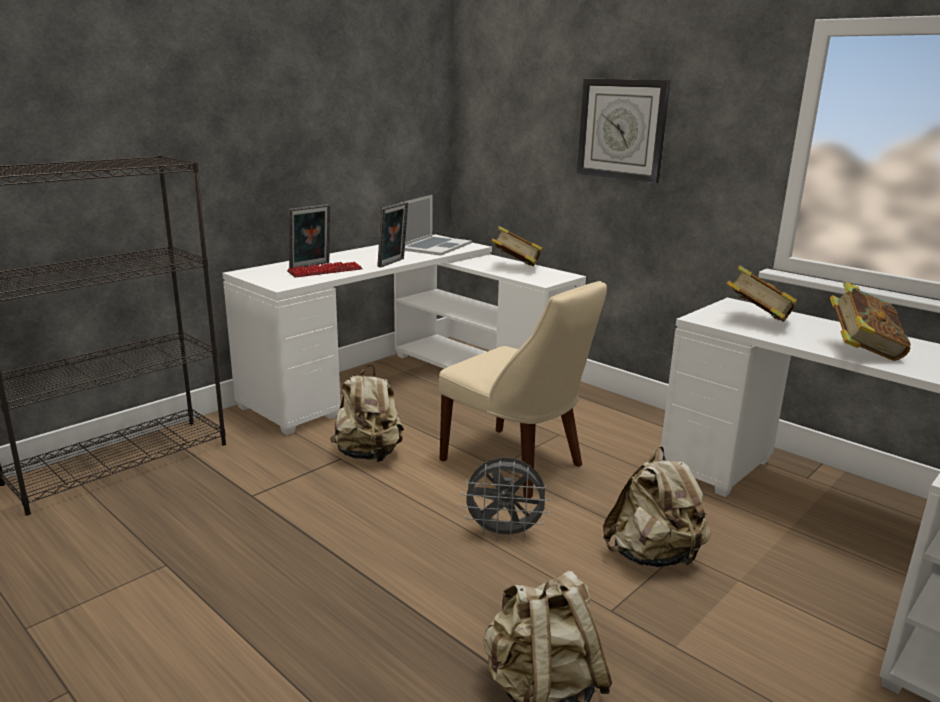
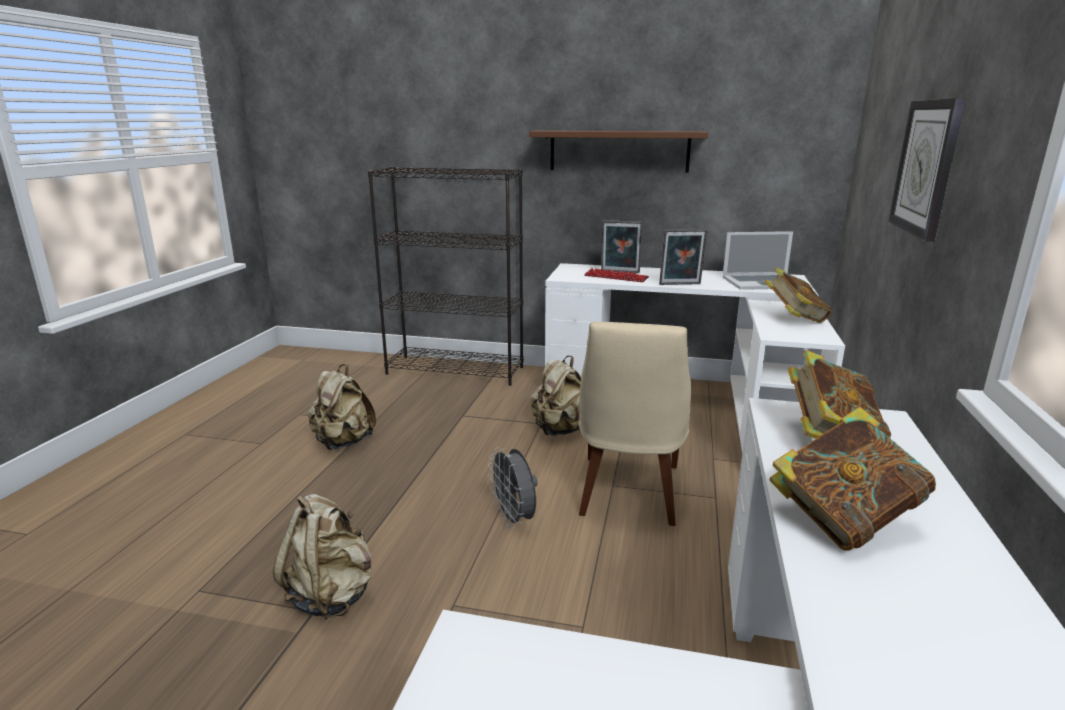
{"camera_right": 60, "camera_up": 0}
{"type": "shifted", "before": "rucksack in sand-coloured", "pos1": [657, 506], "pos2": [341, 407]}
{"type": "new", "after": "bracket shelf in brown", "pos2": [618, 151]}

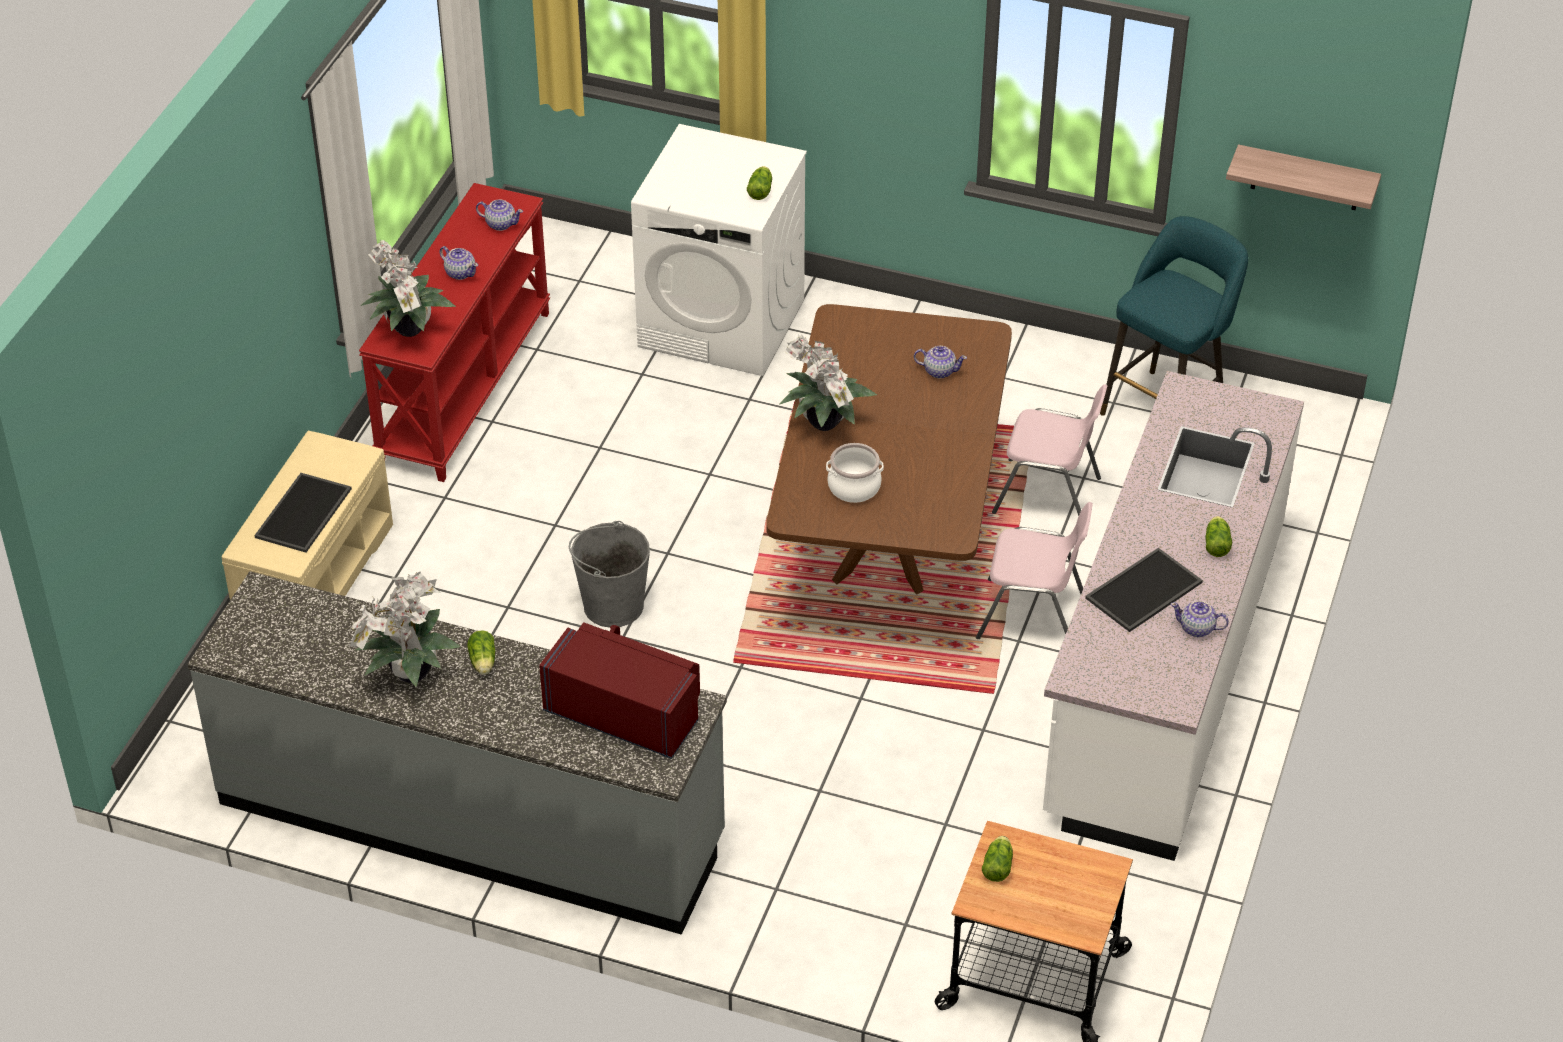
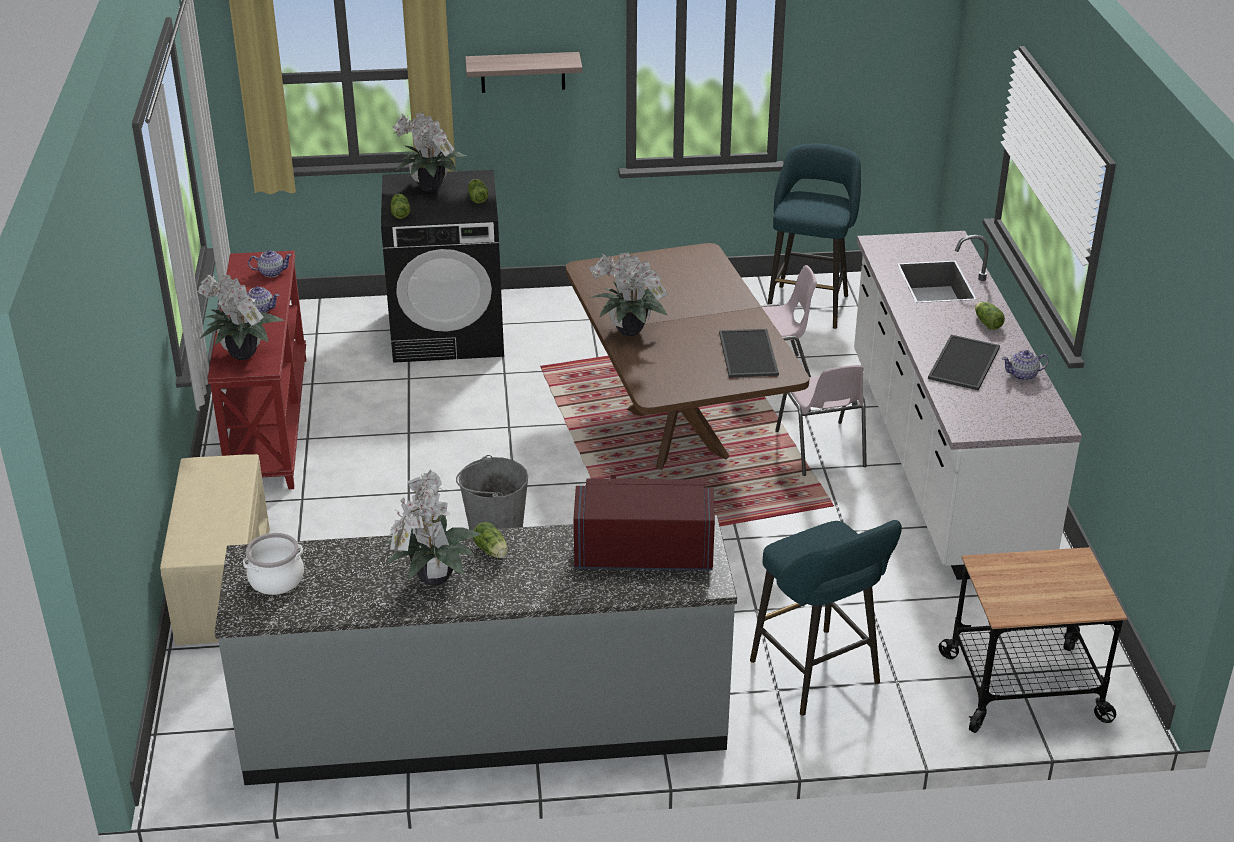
{"camera_right": -25, "camera_up": -10}
{"type": "shifted", "before": "carrying tray", "pos1": [303, 512], "pos2": [749, 353]}
{"type": "repainted", "before": "laundry appliance in whitish", "after": "laundry appliance in black", "pos1": [719, 250], "pos2": [442, 266]}
{"type": "shifted", "before": "cooking pot", "pos1": [855, 473], "pos2": [273, 564]}
{"type": "gone", "before": "teapot", "pos1": [940, 362]}
{"type": "rotated", "before": "plain chair in pink-coloured", "pos1": [1034, 570], "pos2": [821, 420], "turn": 90}
{"type": "shifted", "before": "lettuce", "pos1": [997, 859], "pos2": [400, 206]}
{"type": "shifted", "before": "bracket shelf", "pos1": [1303, 177], "pos2": [524, 72]}
{"type": "new", "after": "plant in a pot", "pos2": [429, 152]}
{"type": "new", "after": "stool in turquoise", "pos2": [826, 618]}

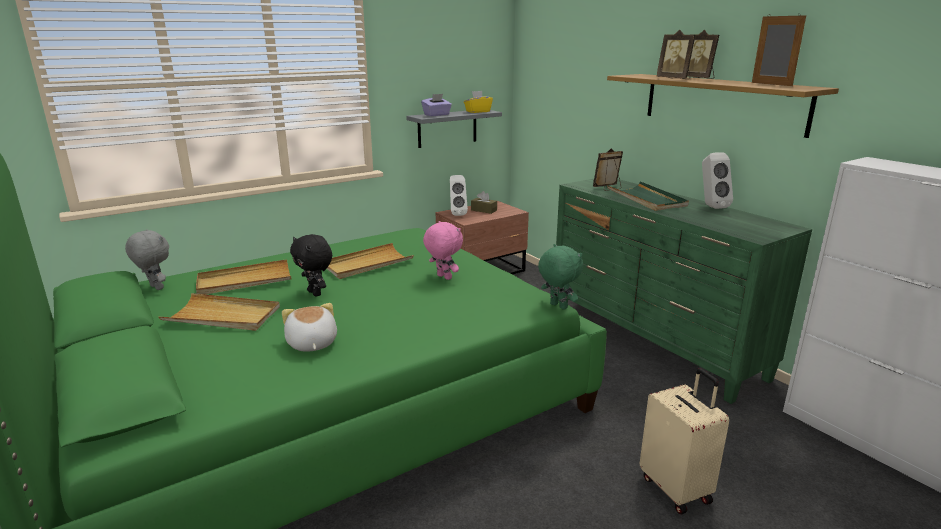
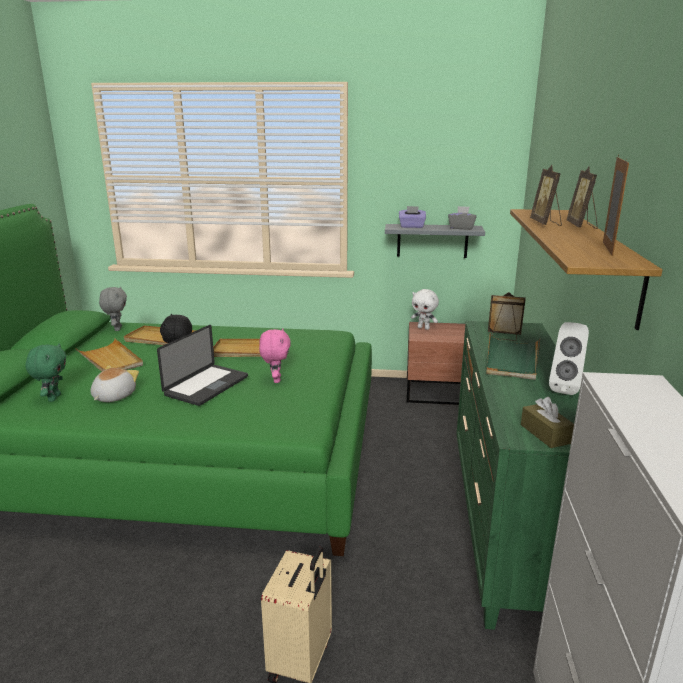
{"camera_right": 40, "camera_up": 0}
{"type": "swapped", "before": "speaker in whitish", "after": "plush toy in whitish", "pos1": [459, 195], "pos2": [425, 309]}
{"type": "repainted", "before": "tissue holder in yellow", "after": "tissue holder in gray", "pos1": [478, 102], "pos2": [462, 218]}
{"type": "shifted", "before": "tissue holder in brown", "pos1": [484, 202], "pos2": [547, 422]}
{"type": "shifted", "before": "plush toy in greenish", "pos1": [560, 277], "pos2": [46, 372]}
{"type": "new", "after": "laptop", "pos2": [202, 365]}

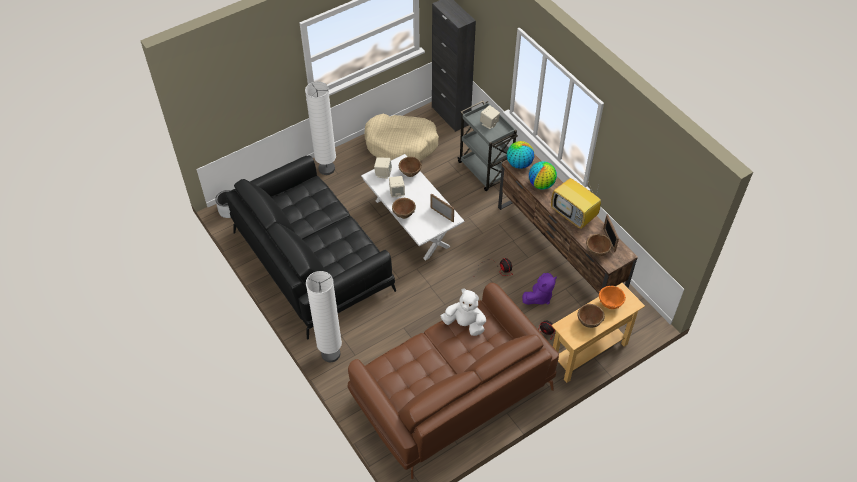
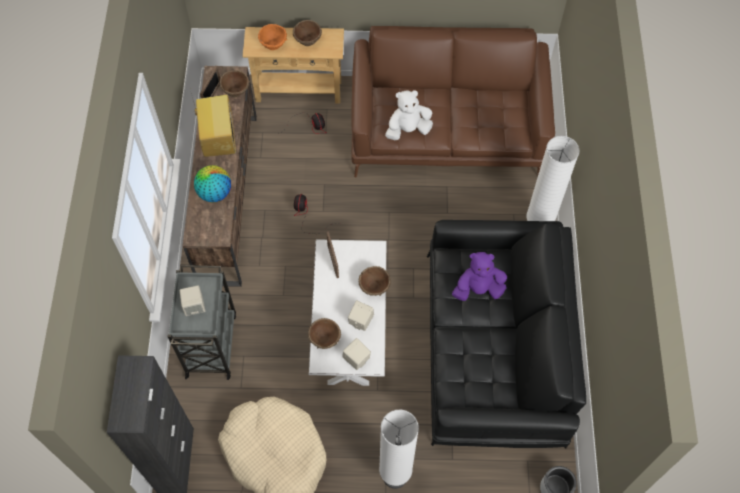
{"camera_right": -145, "camera_up": 10}
{"type": "rotated", "before": "plush toy in whitish", "pos1": [463, 312], "pos2": [409, 115], "turn": 105}
{"type": "gone", "before": "globe", "pos1": [520, 155]}
{"type": "shifted", "before": "plush toy in purplish", "pos1": [539, 289], "pos2": [479, 276]}

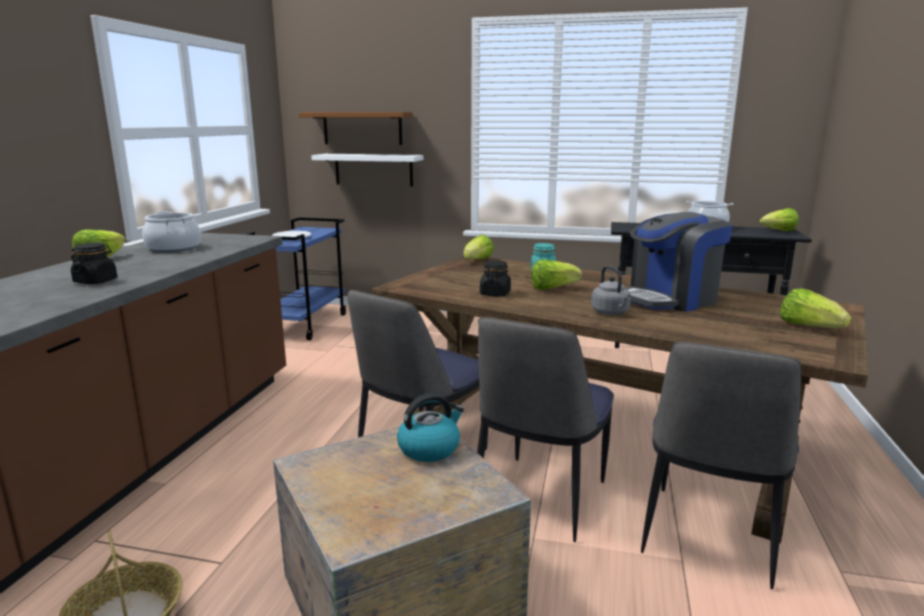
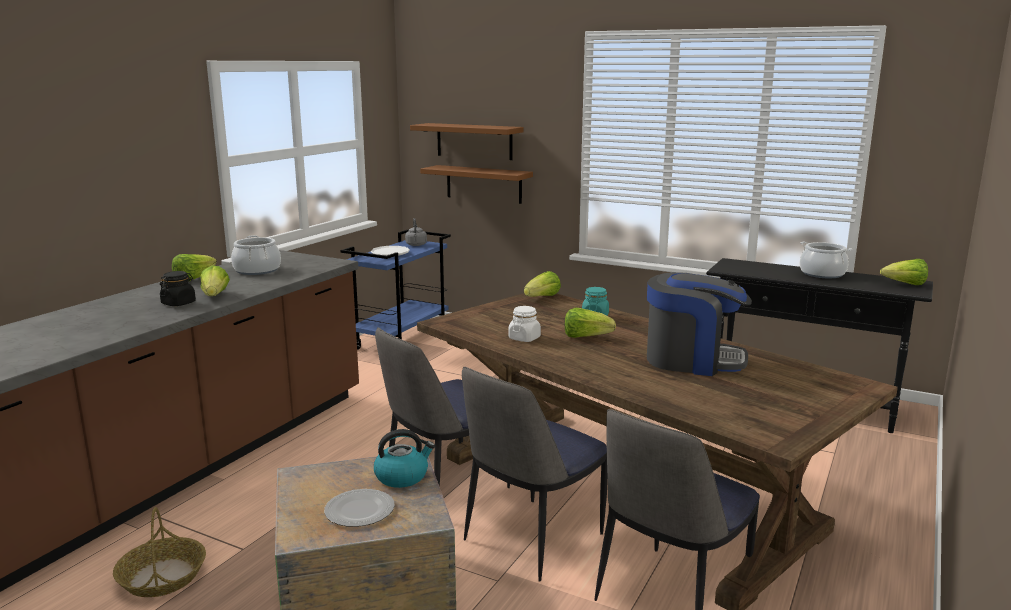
{"camera_right": 15, "camera_up": 0}
{"type": "repainted", "before": "bracket shelf in whitish", "after": "bracket shelf in brown", "pos1": [367, 170], "pos2": [476, 184]}
{"type": "repainted", "before": "jar in black", "after": "jar in whitish", "pos1": [495, 278], "pos2": [524, 324]}
{"type": "shifted", "before": "water kettle in gray", "pos1": [611, 290], "pos2": [416, 232]}
{"type": "rotated", "before": "coffee brewer", "pos1": [679, 262], "pos2": [699, 324], "turn": -150}
{"type": "shifted", "before": "lettuce", "pos1": [815, 308], "pos2": [215, 280]}
{"type": "new", "after": "dinner plate", "pos2": [359, 508]}

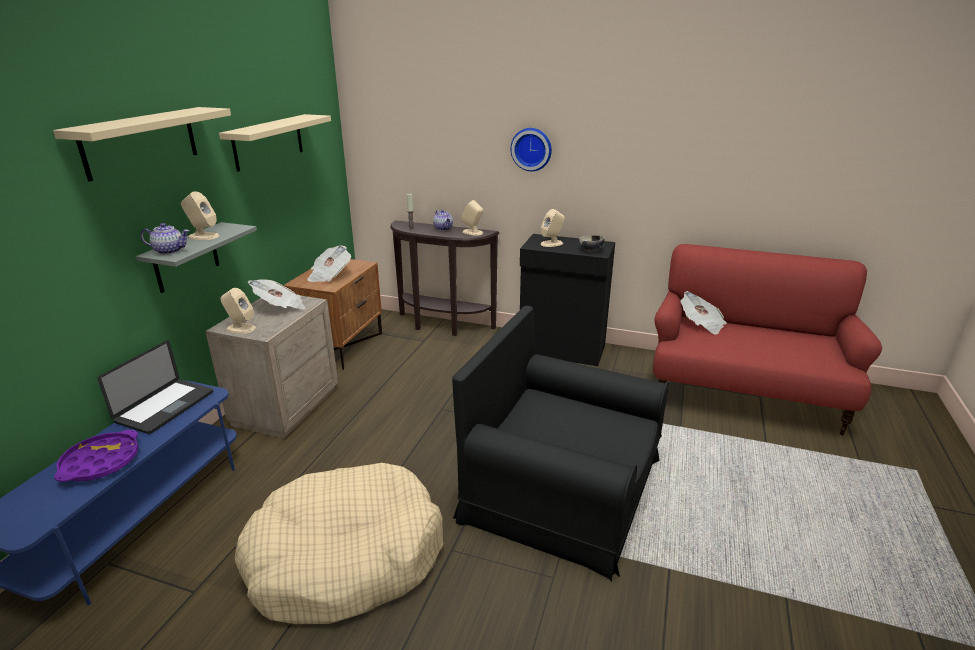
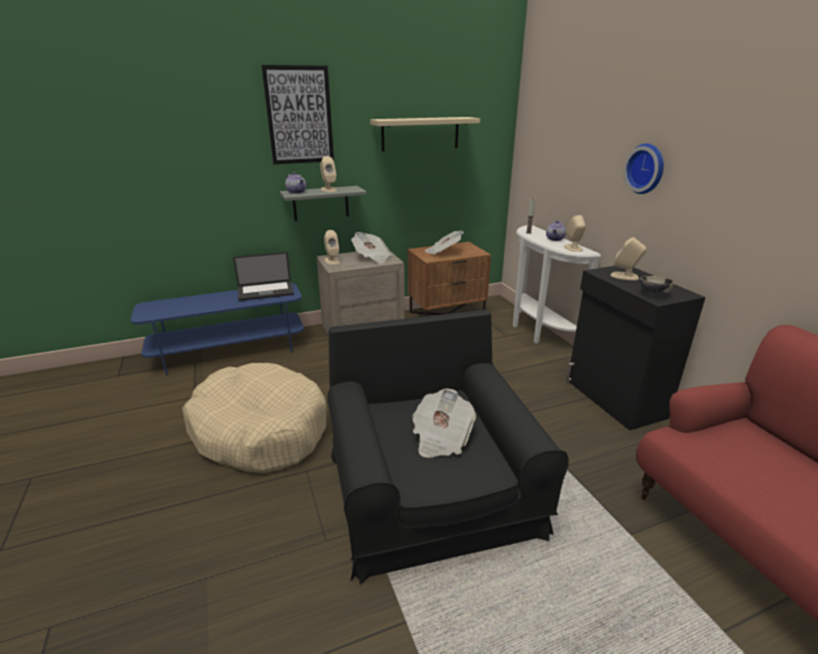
{"camera_right": 50, "camera_up": 0}
{"type": "swapped", "before": "bracket shelf in sand-coloured", "after": "picture", "pos1": [142, 144], "pos2": [297, 114]}
{"type": "gone", "before": "carrying tray in purplish", "pos1": [96, 456]}
{"type": "repainted", "before": "hall table in brown", "after": "hall table in whitish", "pos1": [445, 278], "pos2": [557, 284]}
{"type": "shifted", "before": "printed paper", "pos1": [703, 313], "pos2": [444, 423]}

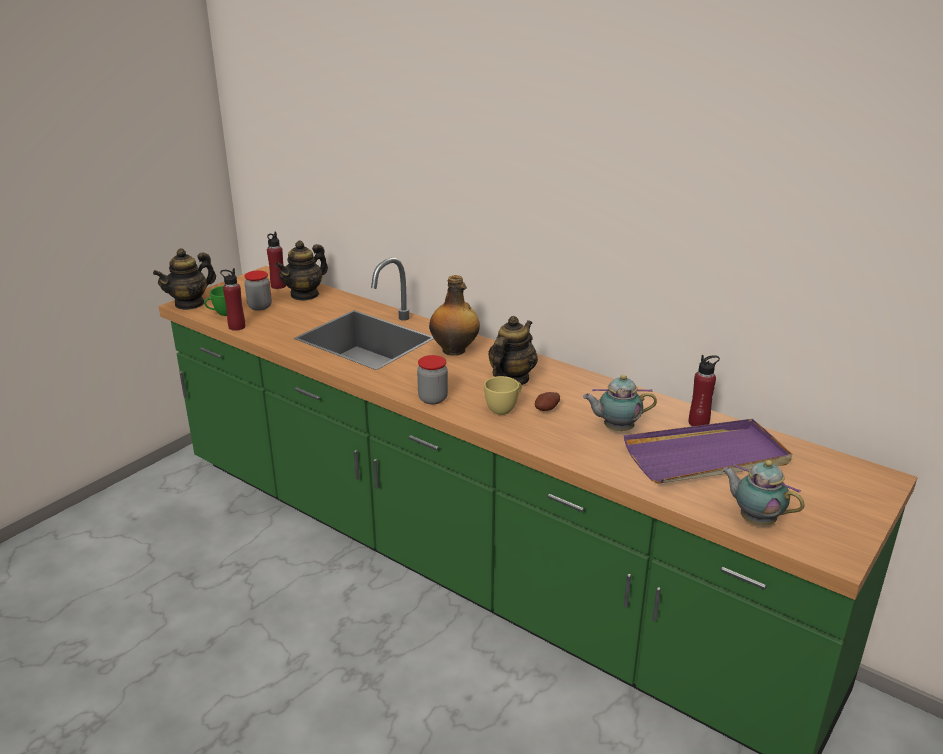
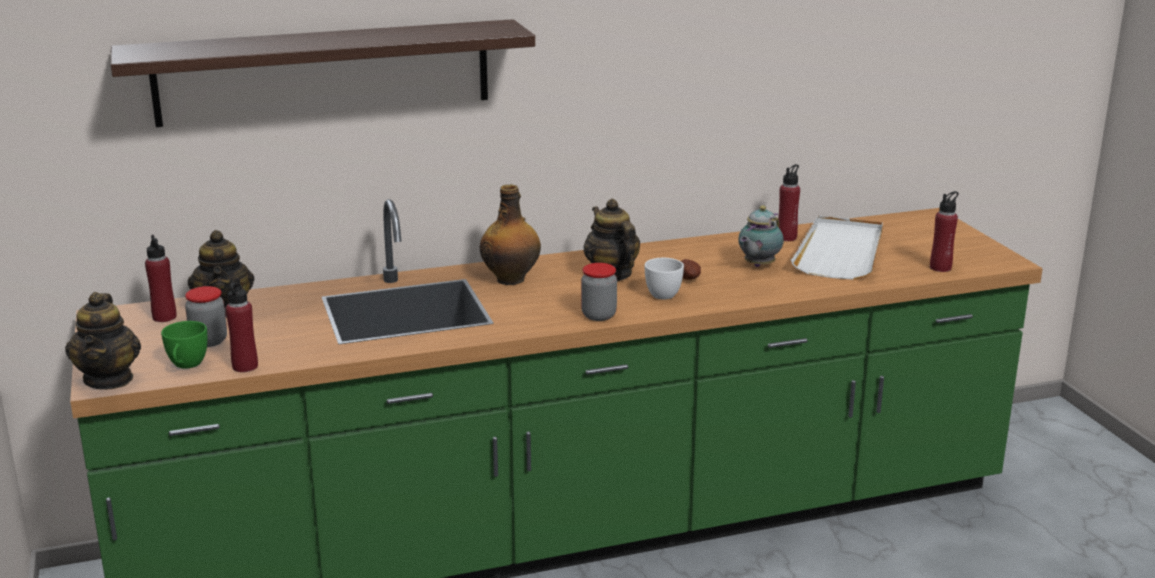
{"camera_right": -55, "camera_up": -5}
{"type": "repainted", "before": "drinking cup in yellow", "after": "drinking cup in whitish", "pos1": [503, 395], "pos2": [664, 278]}
{"type": "repainted", "before": "carrying tray in purplish", "after": "carrying tray in whitish", "pos1": [708, 451], "pos2": [837, 248]}
{"type": "swapped", "before": "teapot", "after": "drink bottle in red", "pos1": [763, 493], "pos2": [944, 231]}
{"type": "new", "after": "bracket shelf", "pos2": [323, 73]}

